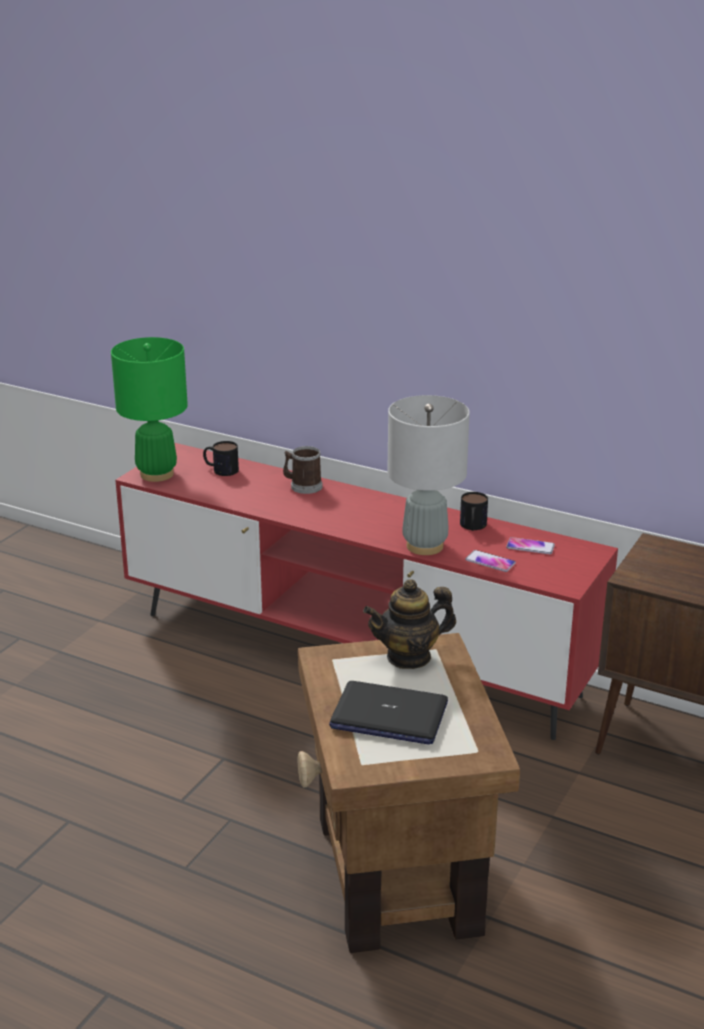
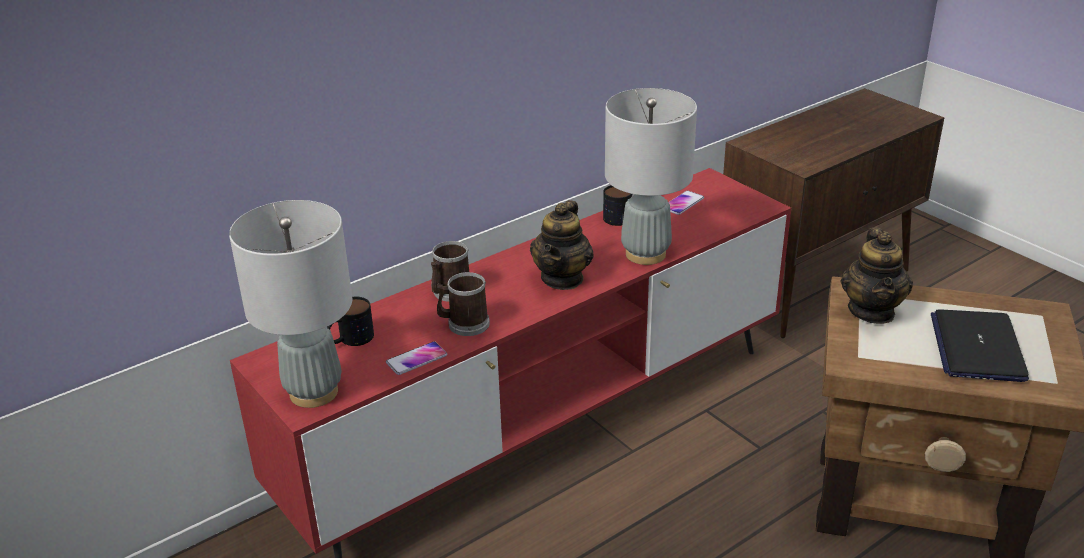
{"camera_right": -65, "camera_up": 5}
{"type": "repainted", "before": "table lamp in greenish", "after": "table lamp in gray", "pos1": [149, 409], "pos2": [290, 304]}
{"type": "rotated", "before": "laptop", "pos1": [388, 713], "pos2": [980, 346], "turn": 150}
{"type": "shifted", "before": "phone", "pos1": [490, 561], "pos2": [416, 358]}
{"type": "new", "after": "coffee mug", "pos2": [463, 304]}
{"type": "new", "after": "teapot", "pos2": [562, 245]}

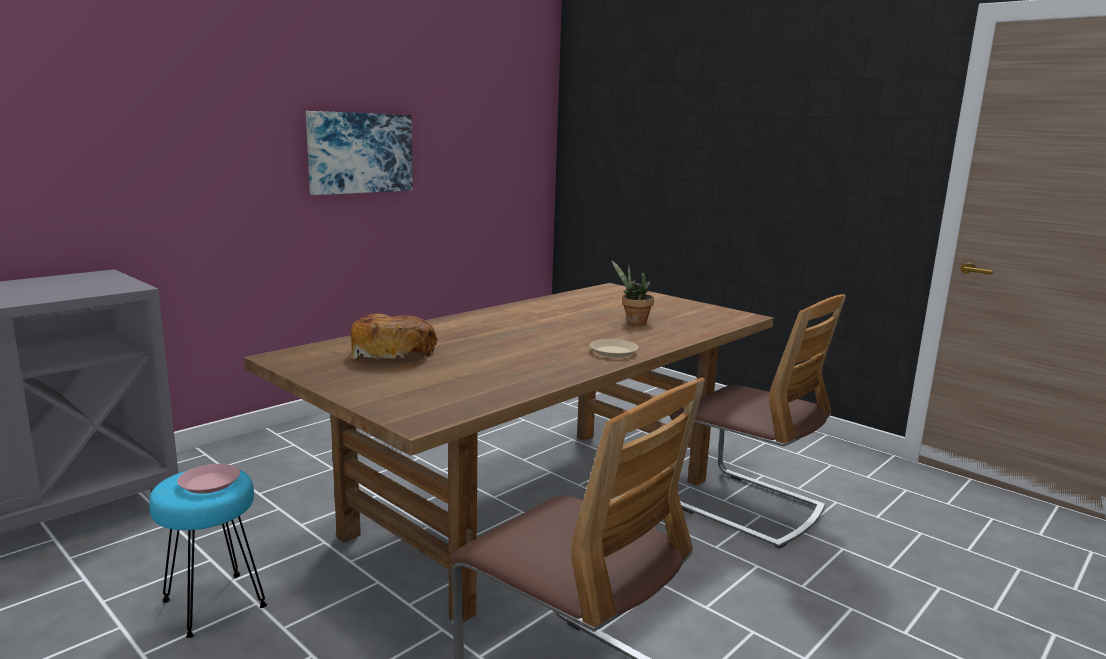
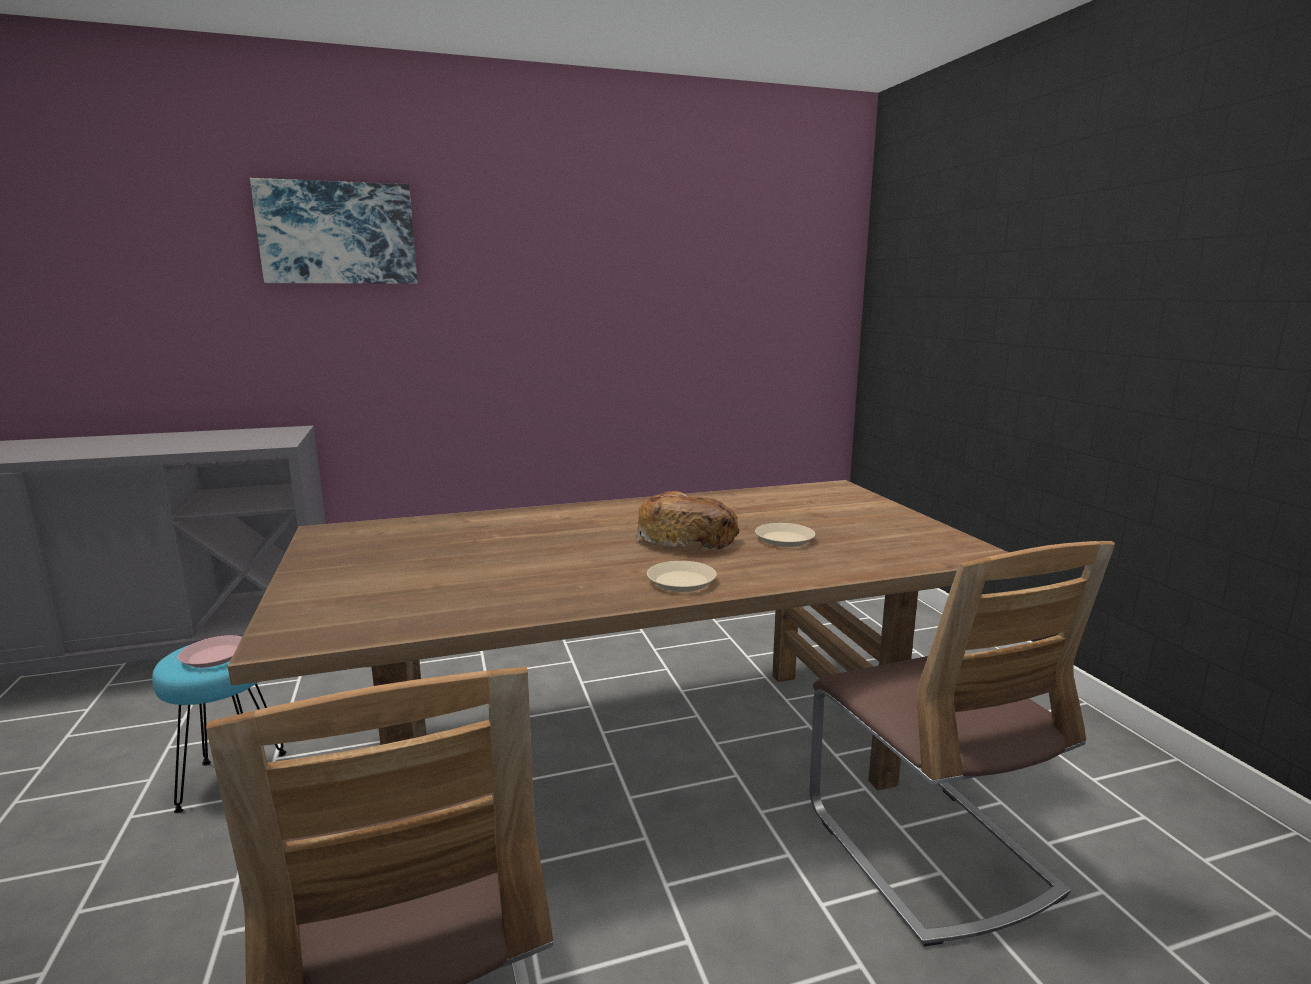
{"camera_right": 30, "camera_up": 0}
{"type": "shifted", "before": "picture", "pos1": [359, 153], "pos2": [333, 231]}
{"type": "shifted", "before": "baked bread", "pos1": [394, 337], "pos2": [687, 522]}
{"type": "swapped", "before": "plant in a pot", "after": "dinner plate in sand-coloured", "pos1": [632, 292], "pos2": [785, 535]}

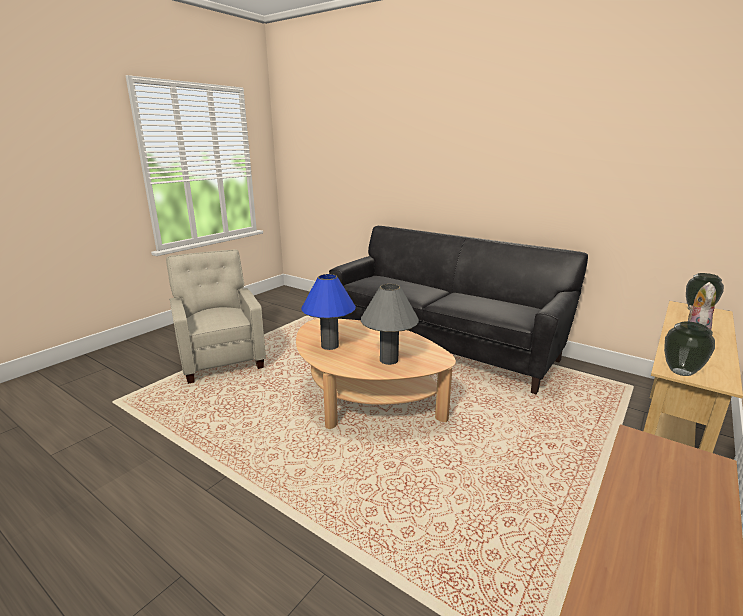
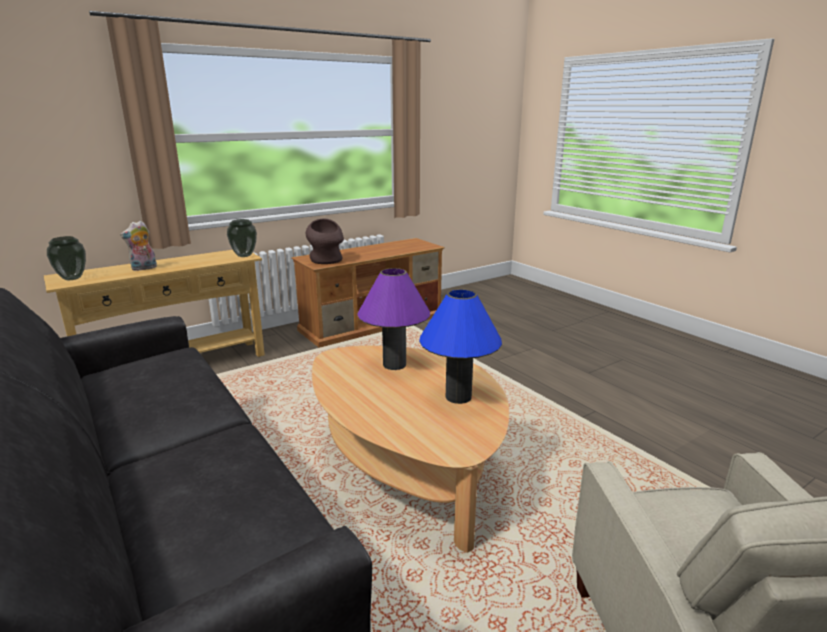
{"camera_right": -160, "camera_up": 0}
{"type": "repainted", "before": "table lamp in gray", "after": "table lamp in purplish", "pos1": [390, 324], "pos2": [393, 319]}
{"type": "new", "after": "vase in brown", "pos2": [325, 241]}

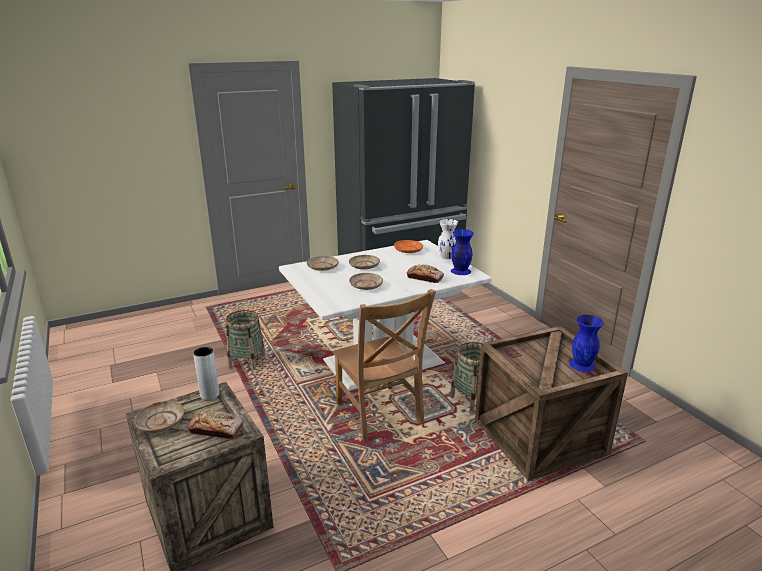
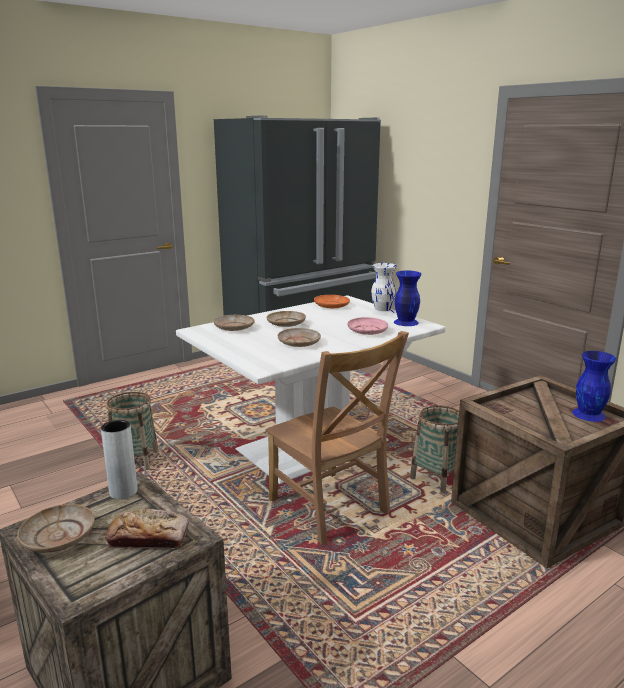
{"camera_right": -10, "camera_up": -5}
{"type": "swapped", "before": "baked bread", "after": "dinner plate in pink-coloured", "pos1": [425, 274], "pos2": [367, 326]}

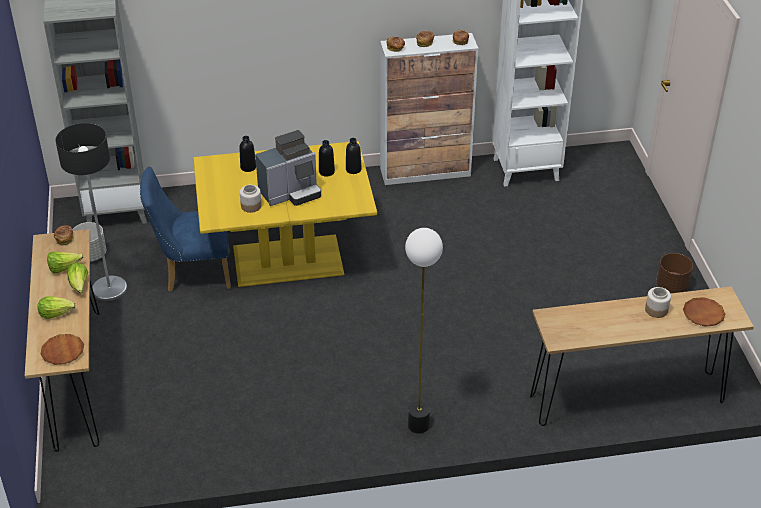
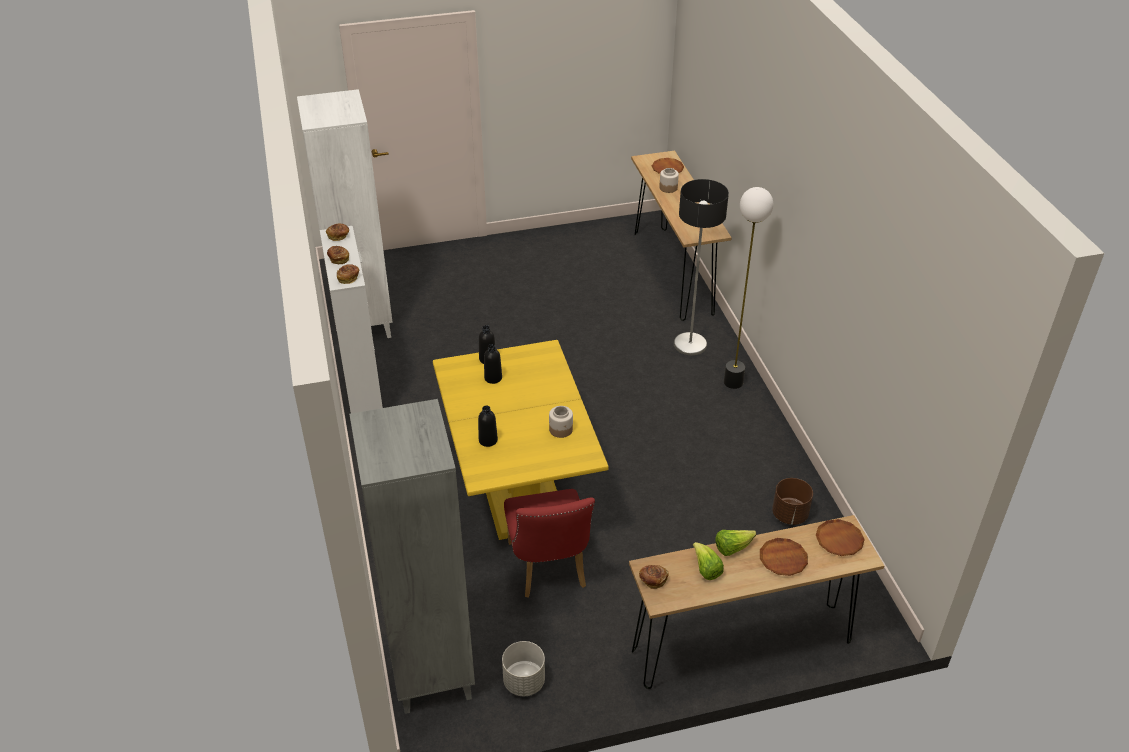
{"camera_right": -95, "camera_up": 0}
{"type": "swapped", "before": "lettuce", "after": "dinner plate in brown", "pos1": [57, 307], "pos2": [784, 557]}
{"type": "shifted", "before": "standard lamp", "pos1": [91, 212], "pos2": [701, 267]}
{"type": "repainted", "before": "plain chair in bluish", "after": "plain chair in red", "pos1": [185, 229], "pos2": [549, 543]}
{"type": "gone", "before": "coffee brewer", "pos1": [288, 168]}
{"type": "shifted", "before": "flower pot in brown", "pos1": [674, 273], "pos2": [792, 501]}

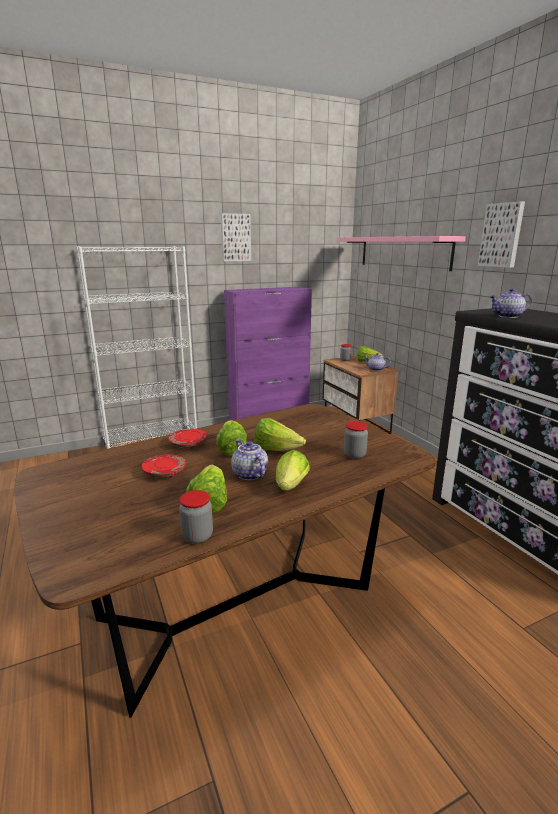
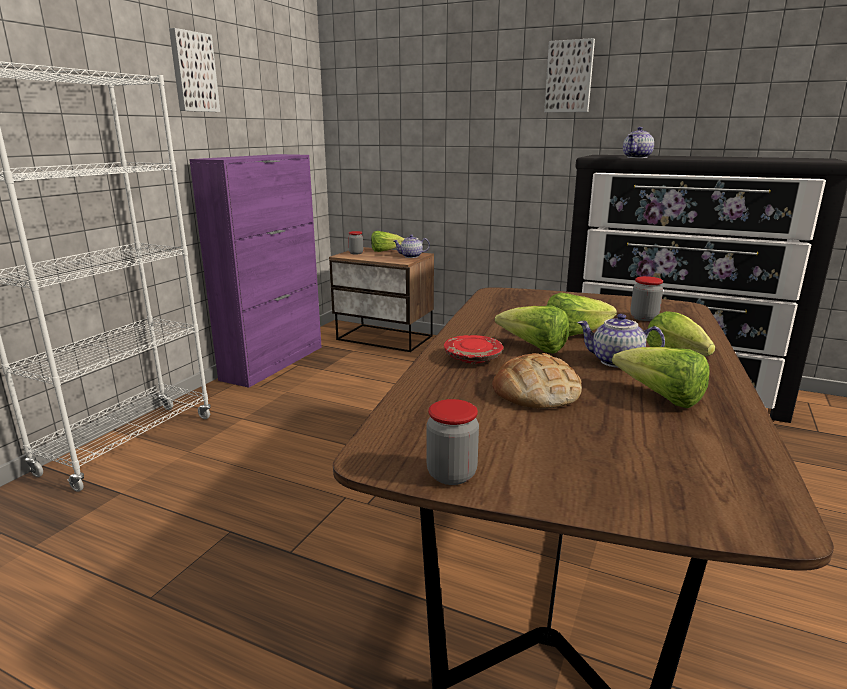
{"camera_right": -40, "camera_up": 0}
{"type": "swapped", "before": "dinner plate in red", "after": "baked bread", "pos1": [164, 466], "pos2": [537, 381]}
{"type": "shifted", "before": "jar", "pos1": [196, 517], "pos2": [452, 442]}
{"type": "gone", "before": "bracket shelf in pink-coloured", "pos1": [401, 253]}

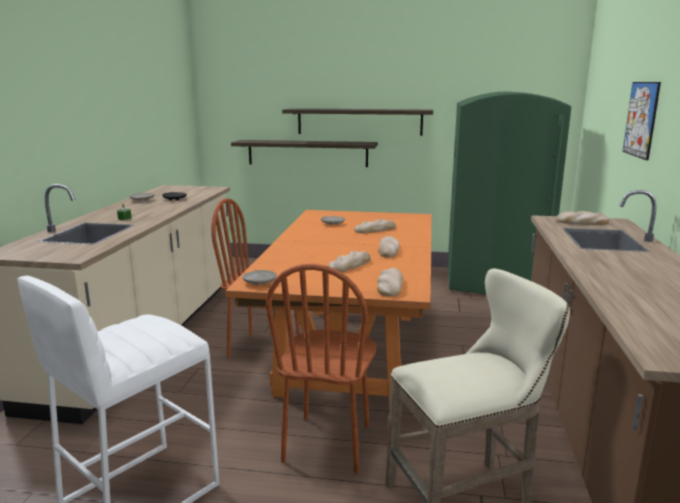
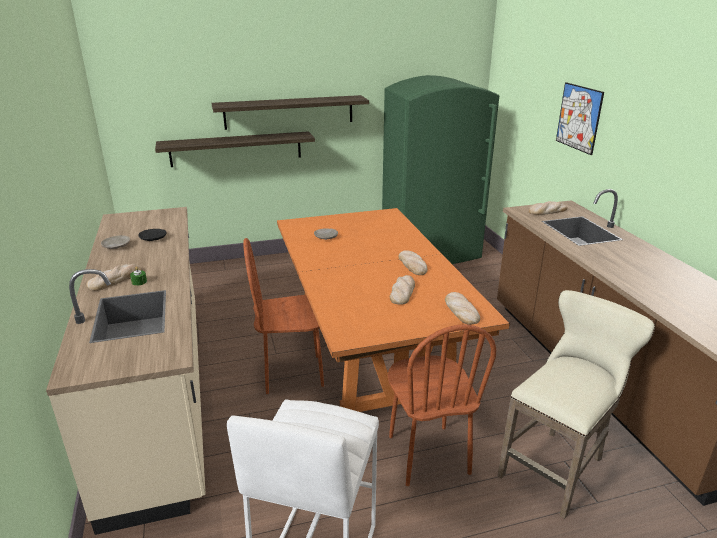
{"camera_right": -25, "camera_up": 10}
{"type": "gone", "before": "dinner plate in sand-coloured", "pos1": [259, 277]}
{"type": "shifted", "before": "baked bread", "pos1": [375, 226], "pos2": [113, 277]}

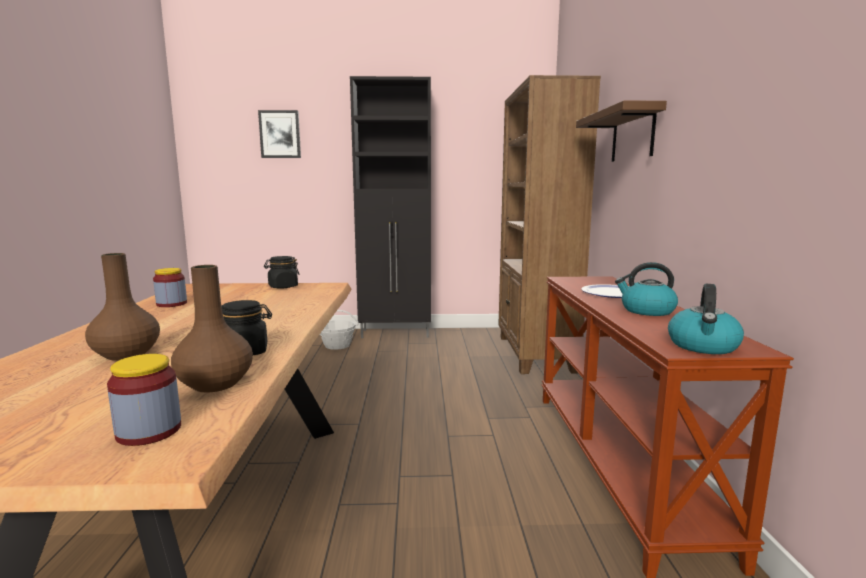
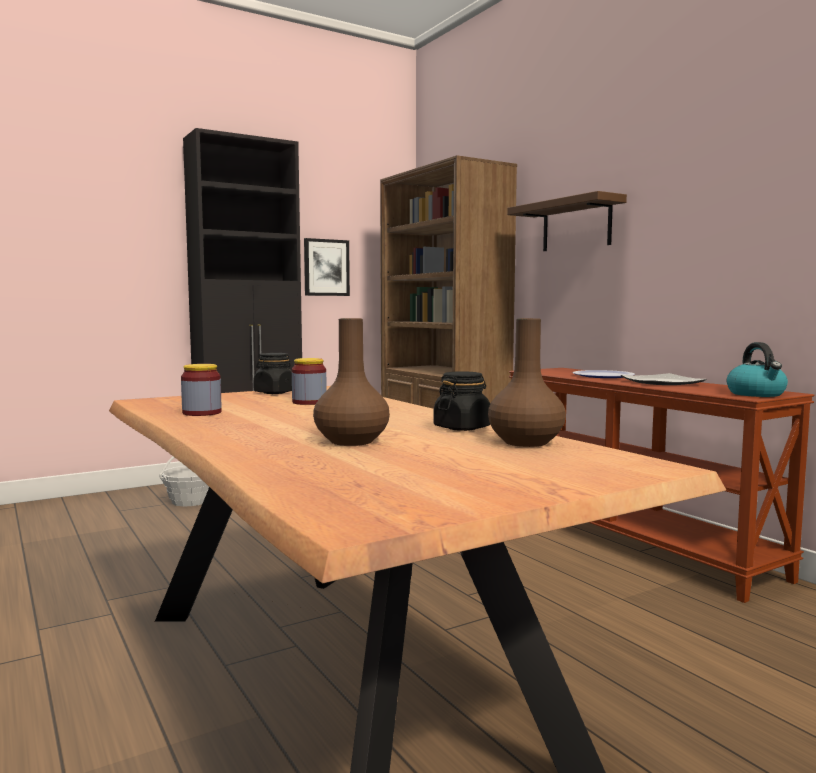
{"camera_right": -30, "camera_up": -5}
{"type": "shifted", "before": "jar", "pos1": [144, 400], "pos2": [309, 381]}
{"type": "shifted", "before": "picture", "pos1": [279, 134], "pos2": [327, 267]}
{"type": "swapped", "before": "water kettle", "after": "dinner plate", "pos1": [646, 289], "pos2": [664, 379]}

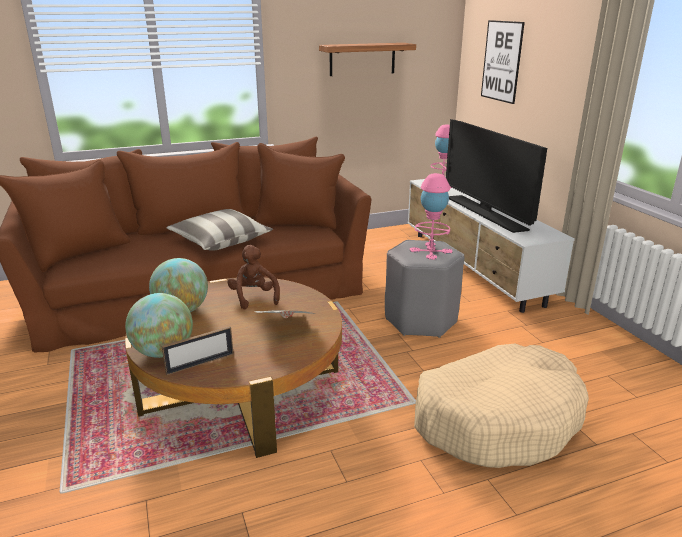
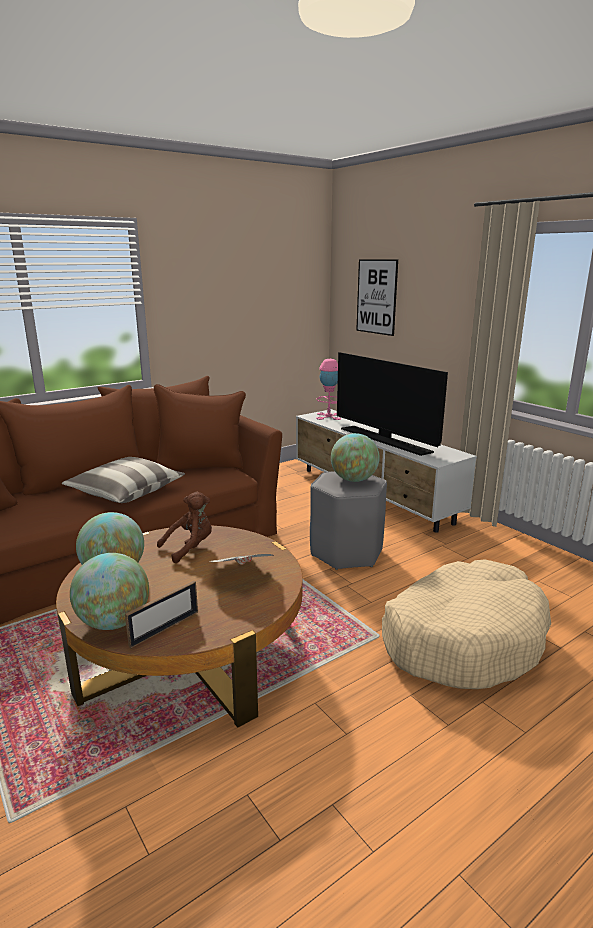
{"camera_right": -15, "camera_up": -5}
{"type": "rotated", "before": "plush toy in brown", "pos1": [254, 277], "pos2": [184, 527], "turn": 90}
{"type": "gone", "before": "bracket shelf", "pos1": [367, 59]}
{"type": "swapped", "before": "table lamp in pink-coloured", "after": "globe", "pos1": [431, 216], "pos2": [355, 457]}

